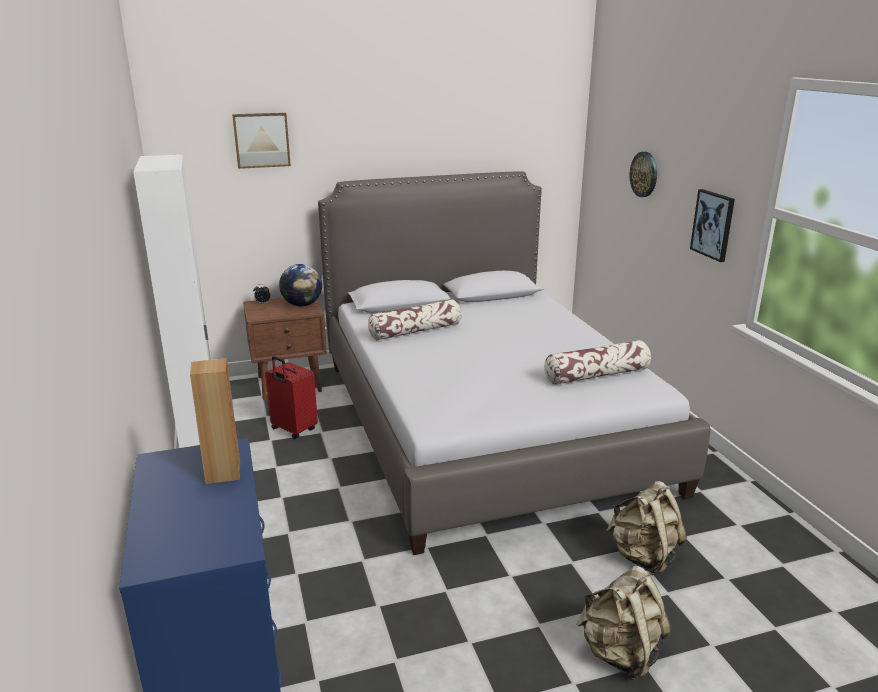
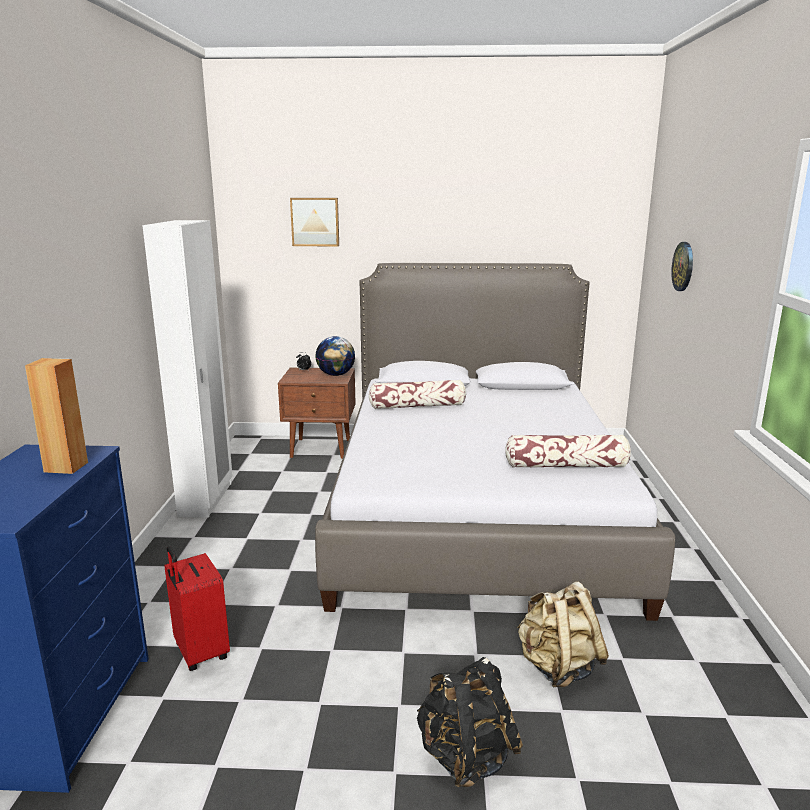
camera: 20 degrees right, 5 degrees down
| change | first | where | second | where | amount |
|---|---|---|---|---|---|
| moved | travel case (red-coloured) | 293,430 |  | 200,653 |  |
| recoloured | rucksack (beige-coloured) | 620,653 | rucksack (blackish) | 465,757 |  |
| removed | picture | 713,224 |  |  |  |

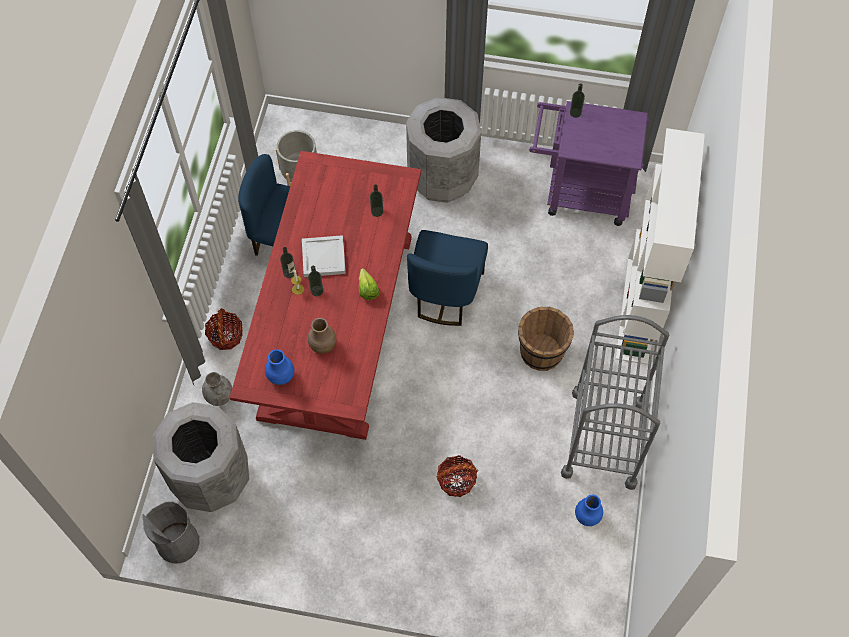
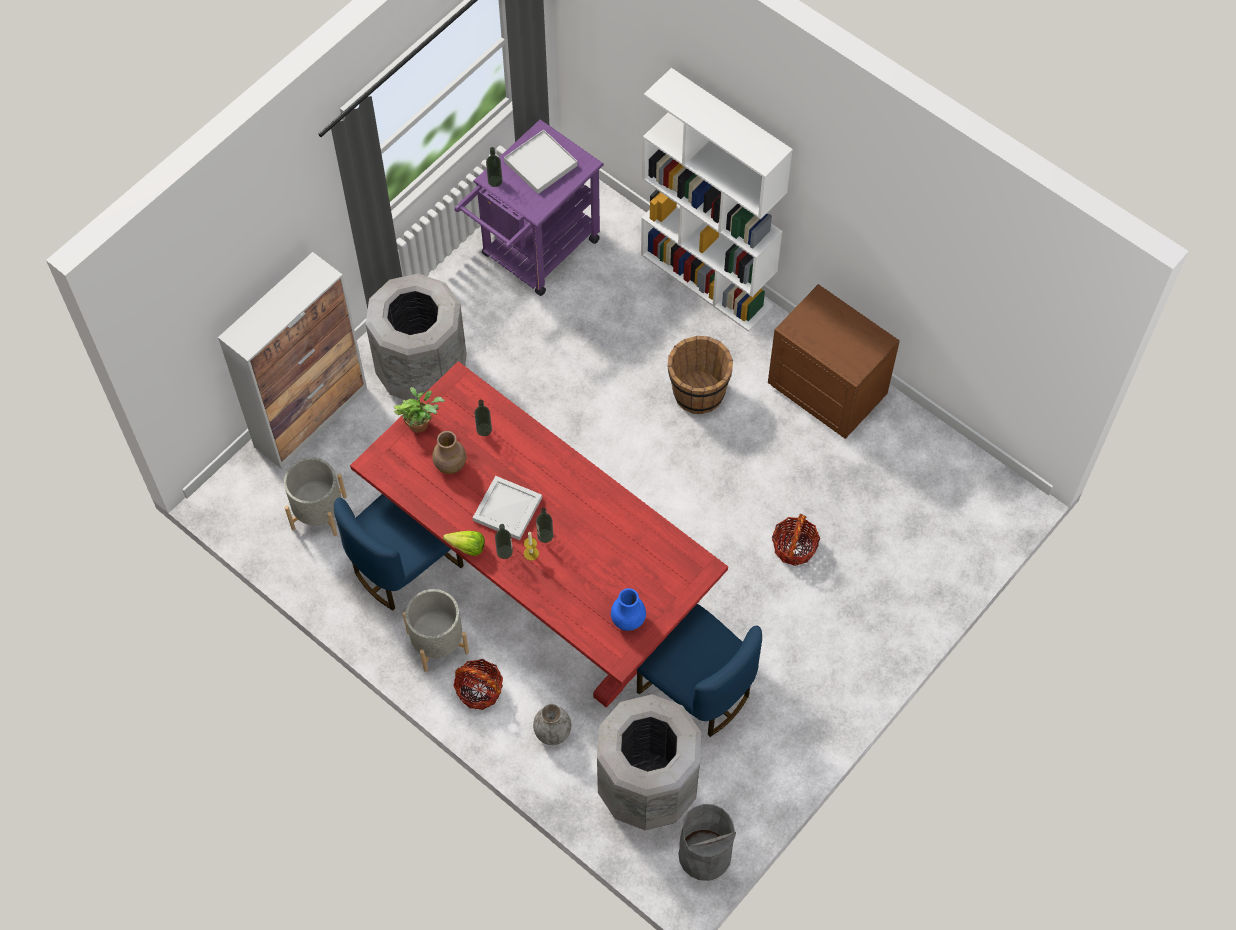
camera: 60 degrees left, 0 degrees up
| change | first | where | second | where | amount |
|---|---|---|---|---|---|
| added |  |  | cupboard | 311,416 |  |
| added |  |  | potted plant | 421,423 |  |
| added |  |  | plant pot (grey) | 437,642 |  |
| moved | vase (brown-coloured) | 322,345 |  | 450,464 |  |
| moved | head of lettuce | 367,287 |  | 464,546 |  |
| added |  |  | tray (whitish) | 540,164 |  |
| moved | chair (blue-coloured) | 445,294 |  | 697,690 |  |
| replaced | wheeled cart (grey) | 603,438 | bedside table (brown-coloured) | 828,390 |  |
| removed | vase (blue-coloured) | 587,516 |  |  |  |

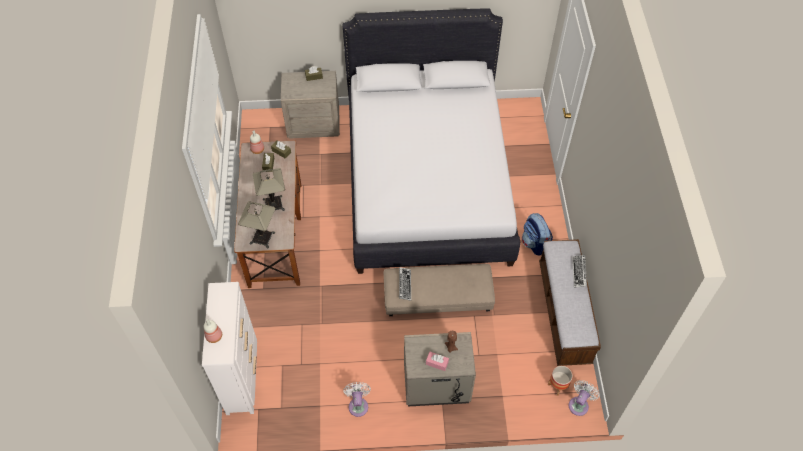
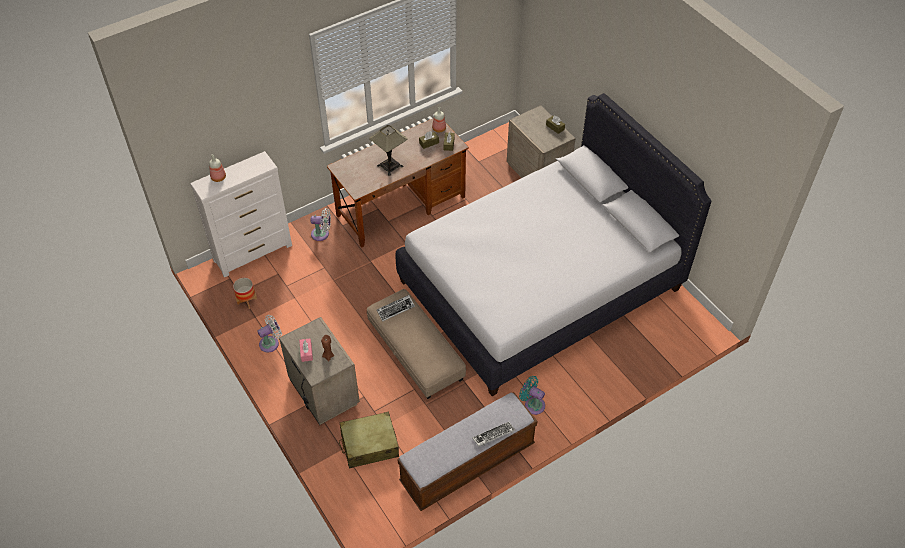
camera: 60 degrees right, 5 degrees down
| change | first | where | second | where | amount |
|---|---|---|---|---|---|
| moved | plant pot | 557,386 |  | 247,301 |  |
| moved | fan (whitish) | 579,404 |  | 322,234 |  |
| added |  |  | travel case (beige-coloured) | 369,445 |  |
| replaced | rucksack | 534,243 | fan (turquoise-coloured) | 532,404 |  |
| removed | table lamp | 262,238 |  |  |  |

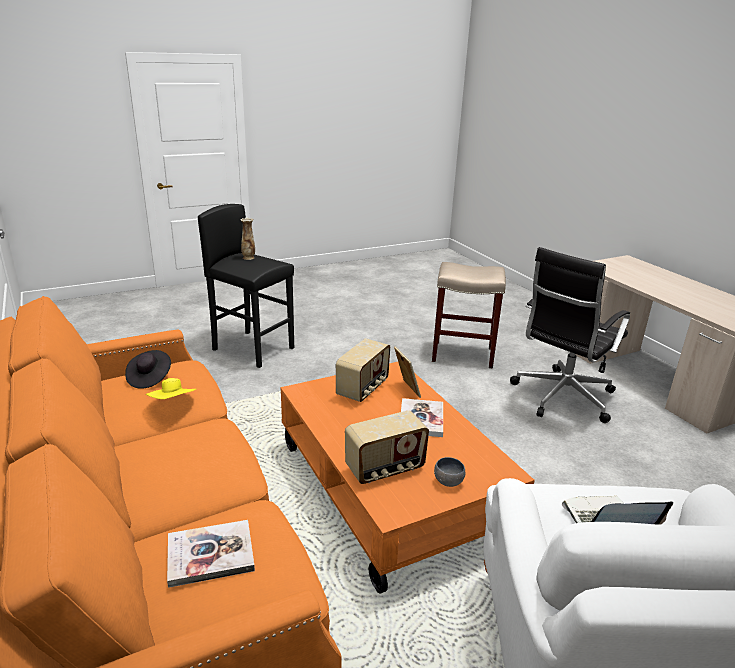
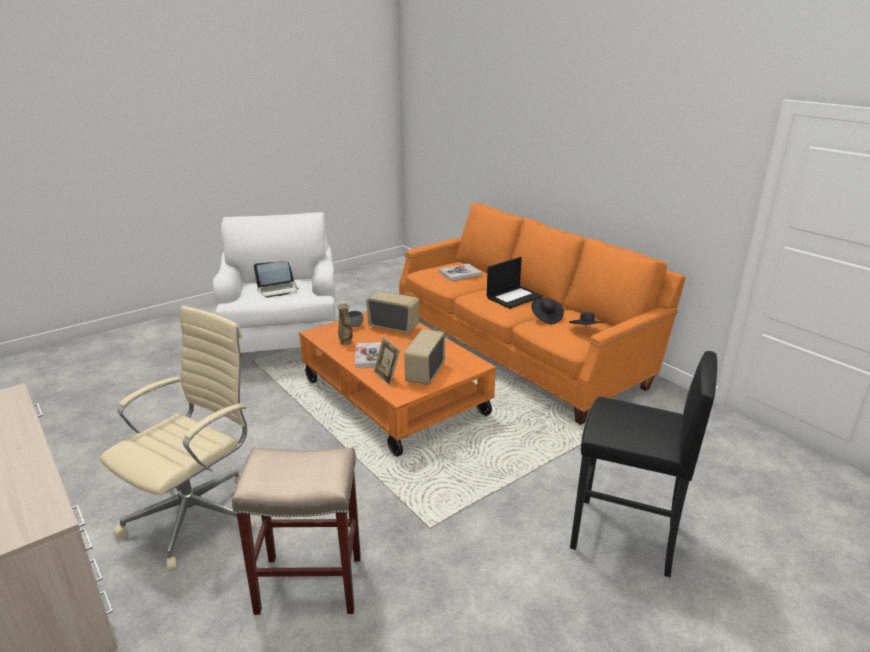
camera: 170 degrees right, 0 degrees up
| change | first | where | second | where | amount |
|---|---|---|---|---|---|
| recoloured | office chair (blackish) | 561,397 | office chair (beige-coloured) | 197,515 |  |
| moved | vase | 248,257 |  | 345,342 |  |
| turned | radio | 385,469 |  | 393,327 | 60 degrees clockwise |
| added |  |  | portable computer | 514,297 |  |
| recoloured | wearable hat (yellow) | 173,403 | wearable hat (blackish) | 546,317 |  |

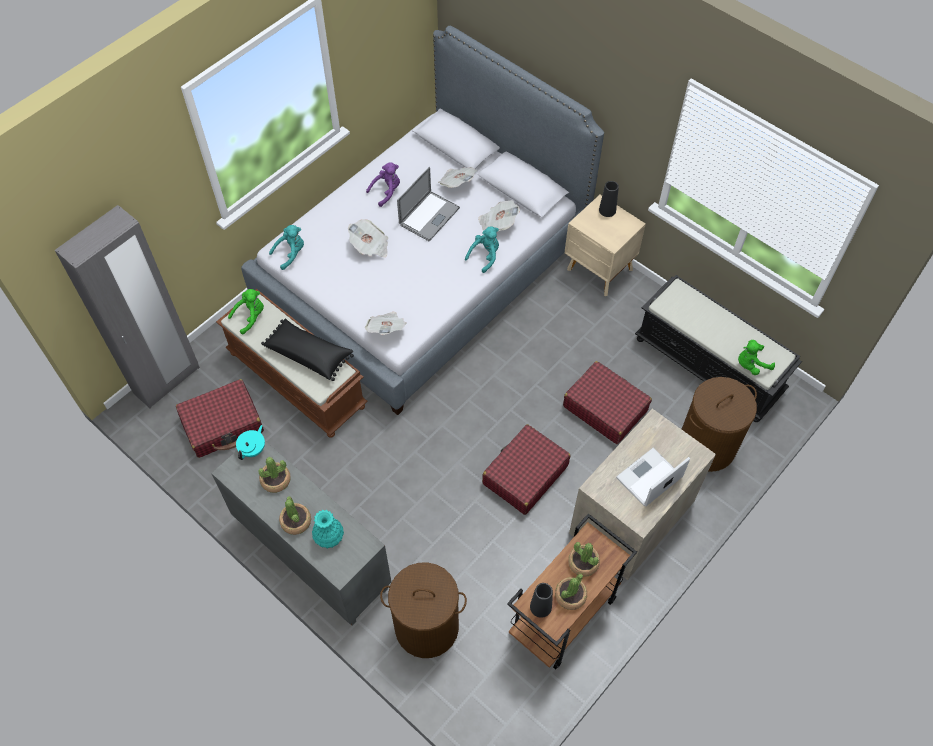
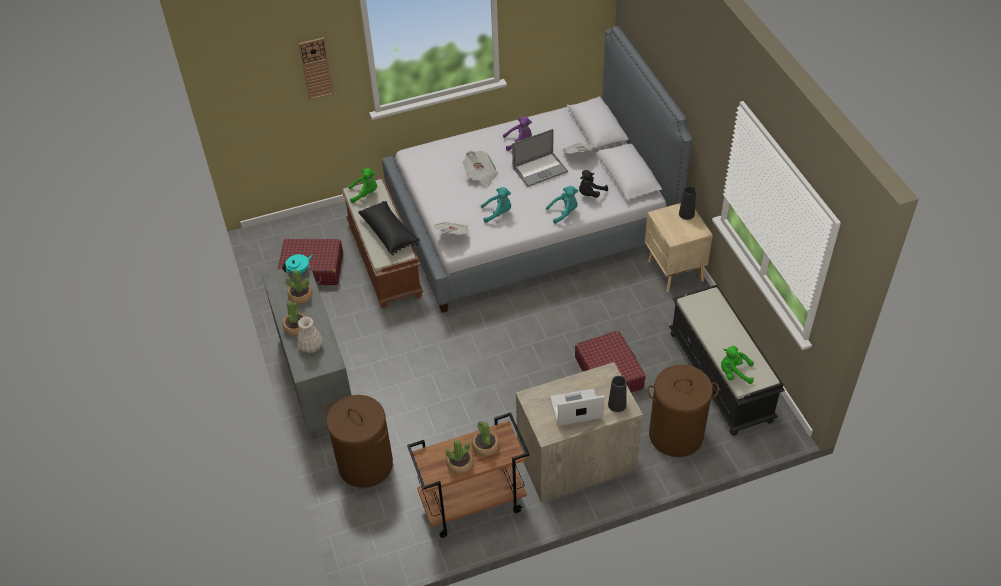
camera: 30 degrees right, 10 degrees down
| change | first | where | second | where | amount |
|---|---|---|---|---|---|
| recoloured | vase (turquoise-coloured) | 329,537 | vase (whitish) | 311,347 |  |
| added |  |  | clock on the wall | 316,68 |  |
| moved | plush toy (turquoise-coloured) | 291,254 |  | 498,213 |  |
| replaced | daily paper | 497,224 | plush toy (blackish) | 590,193 |  |
| moved | vase (blackish) | 540,606 |  | 617,404 |  |
| removed | armoire (grey) | 167,381 |  |  |  |
| removed | travel case (red-coloured) | 525,475 |  |  |  |

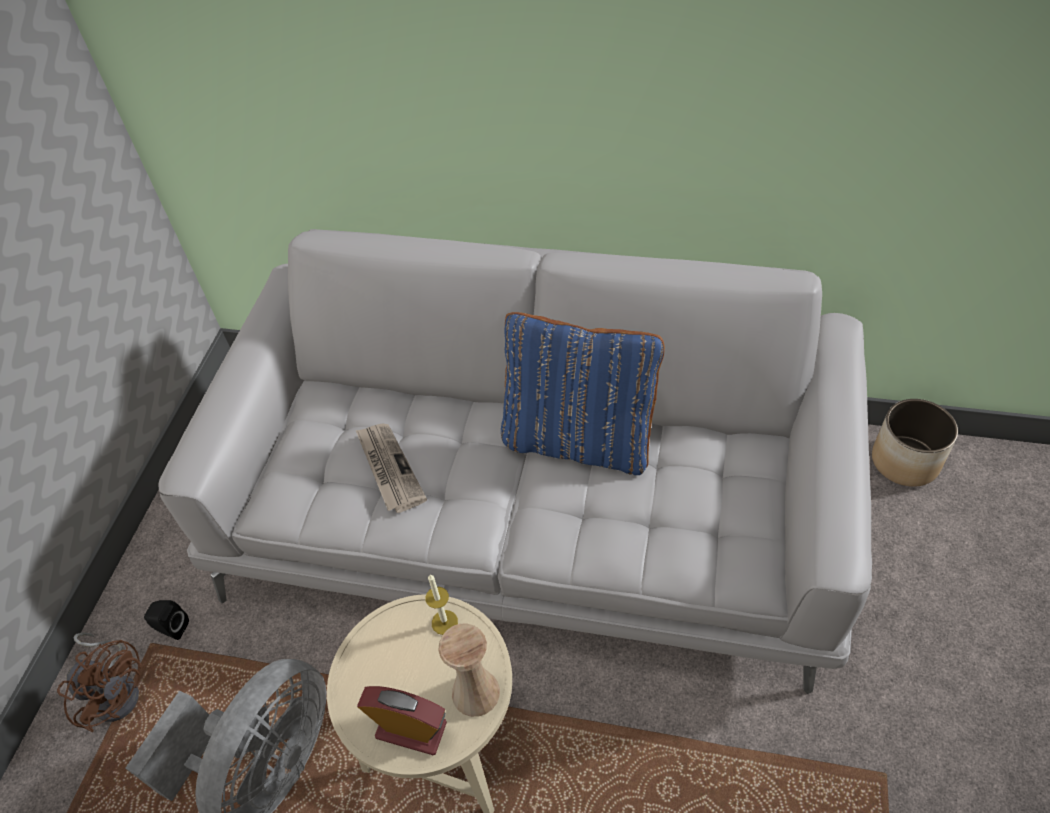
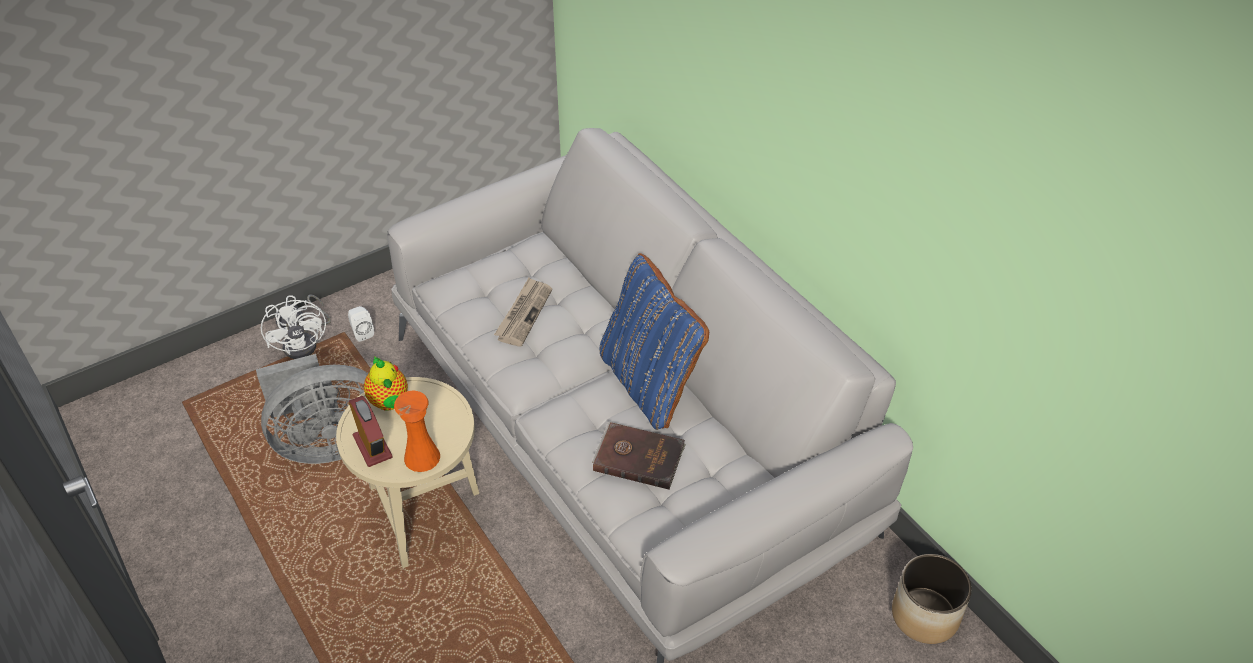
camera: 40 degrees right, 5 degrees down
| change | first | where | second | where | amount |
|---|---|---|---|---|---|
| recoloured | fan (brown-coloured) | 117,690 | fan (whitish) | 305,343 |  |
| recoloured | audio speaker (blackish) | 172,628 | audio speaker (whitish) | 362,333 |  |
| added |  |  | pot for tea | 389,403 |  |
| recoloured | vase (beige-coloured) | 475,692 | vase (orange) | 422,457 |  |
| added |  |  | book (brown-coloured) | 638,457 |  |
| removed | wax light | 444,622 |  |  |  |

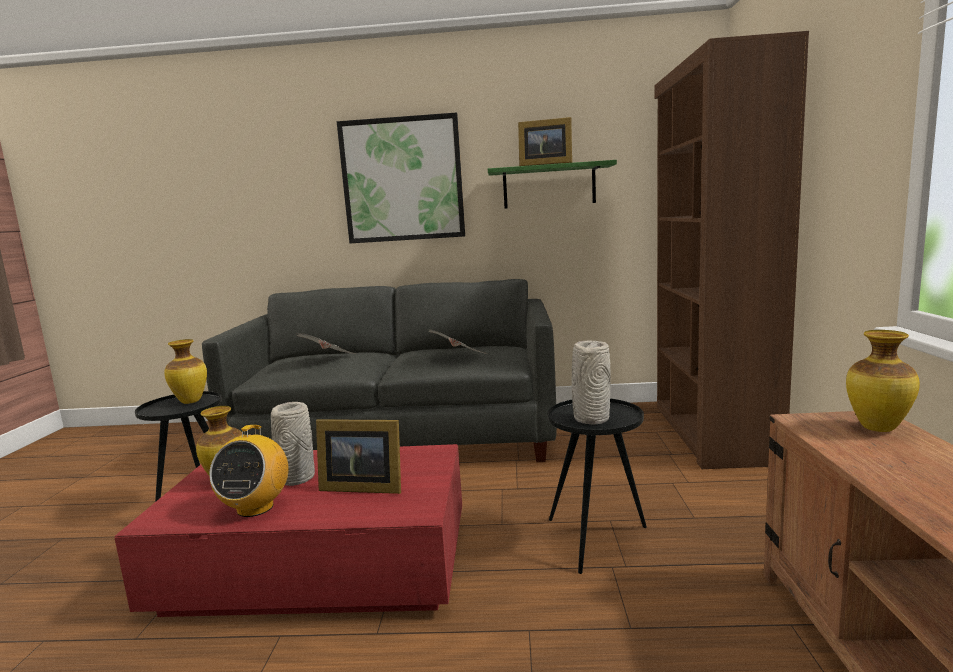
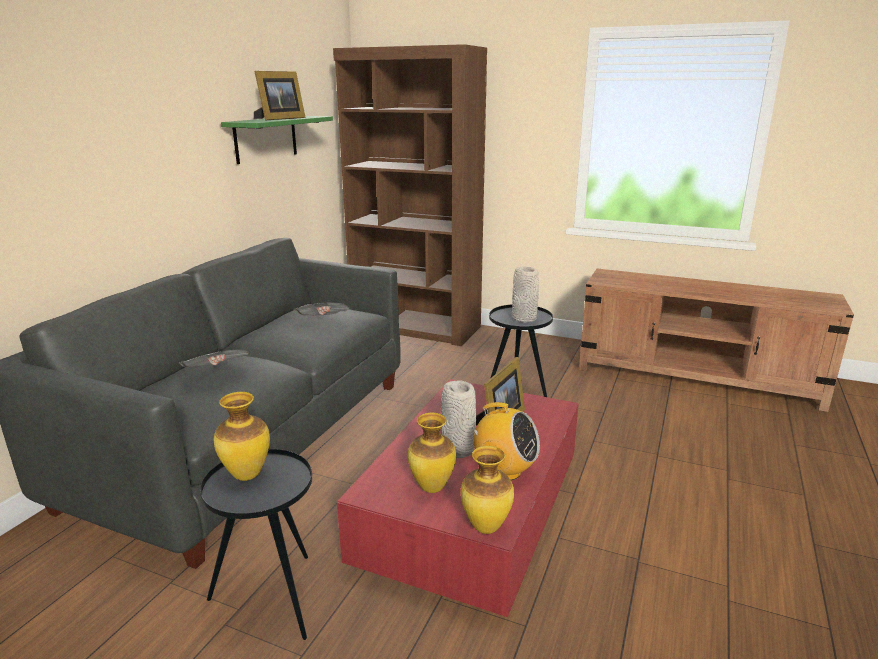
camera: 70 degrees left, 10 degrees up
| change | first | where | second | where | amount |
|---|---|---|---|---|---|
| moved | vase | 877,428 |  | 486,528 |  |
| removed | picture | 402,180 |  |  |  |

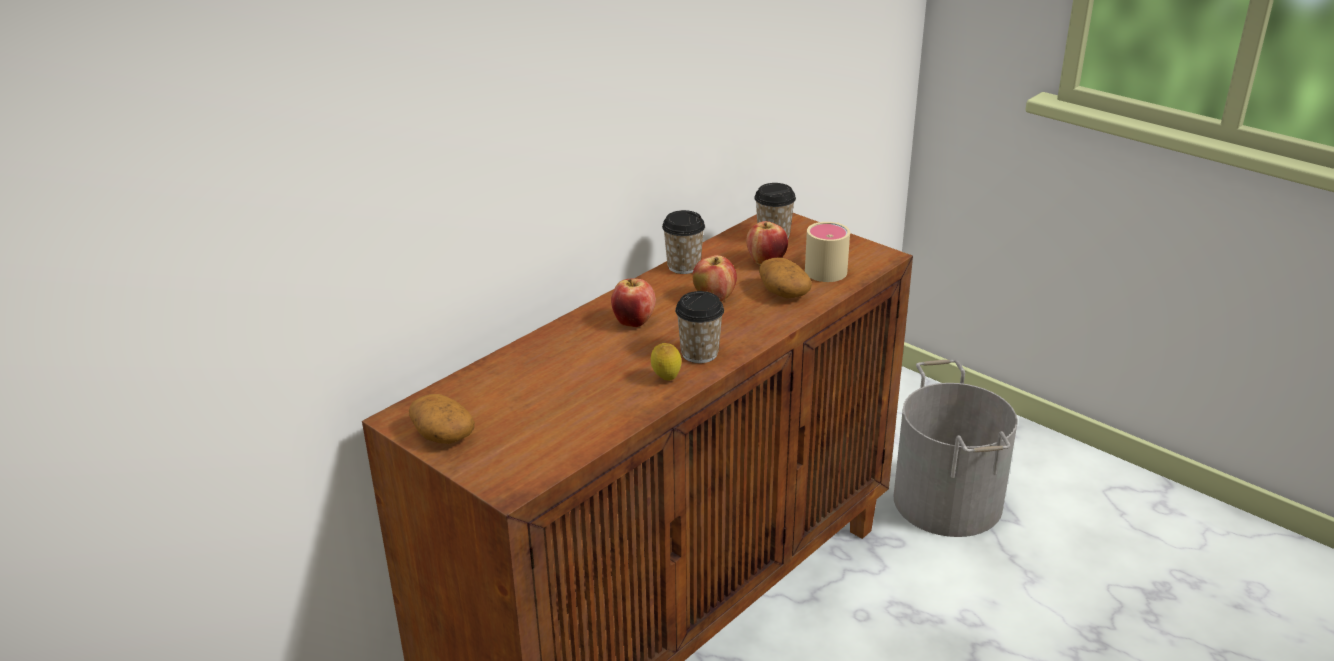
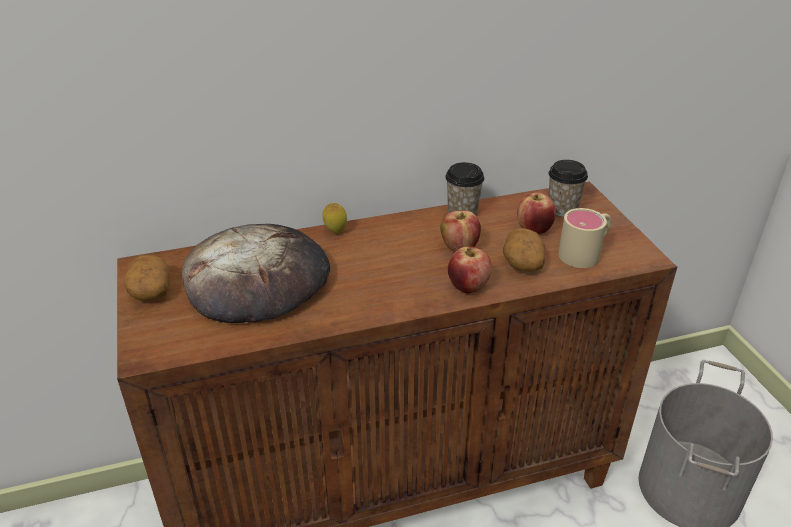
camera: 30 degrees right, 5 degrees up
| change | first | where | second | where | amount |
|---|---|---|---|---|---|
| added |  |  | bakery bread | 257,279 |  |
| moved | lemon | 666,379 |  | 335,232 |  |
| moved | apple | 634,322 |  | 468,287 |  |
| removed | small cup | 699,353 |  |  |  |

